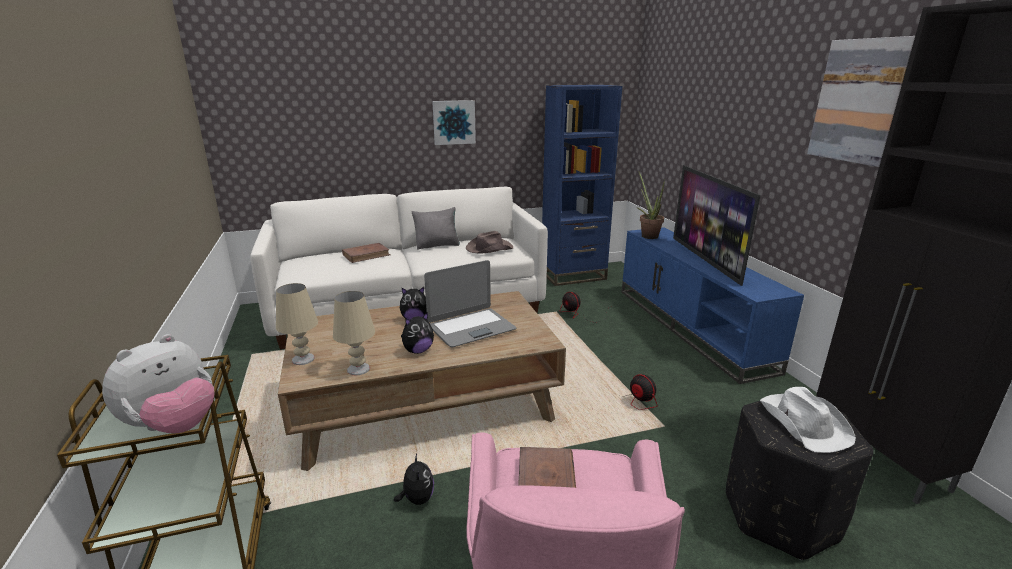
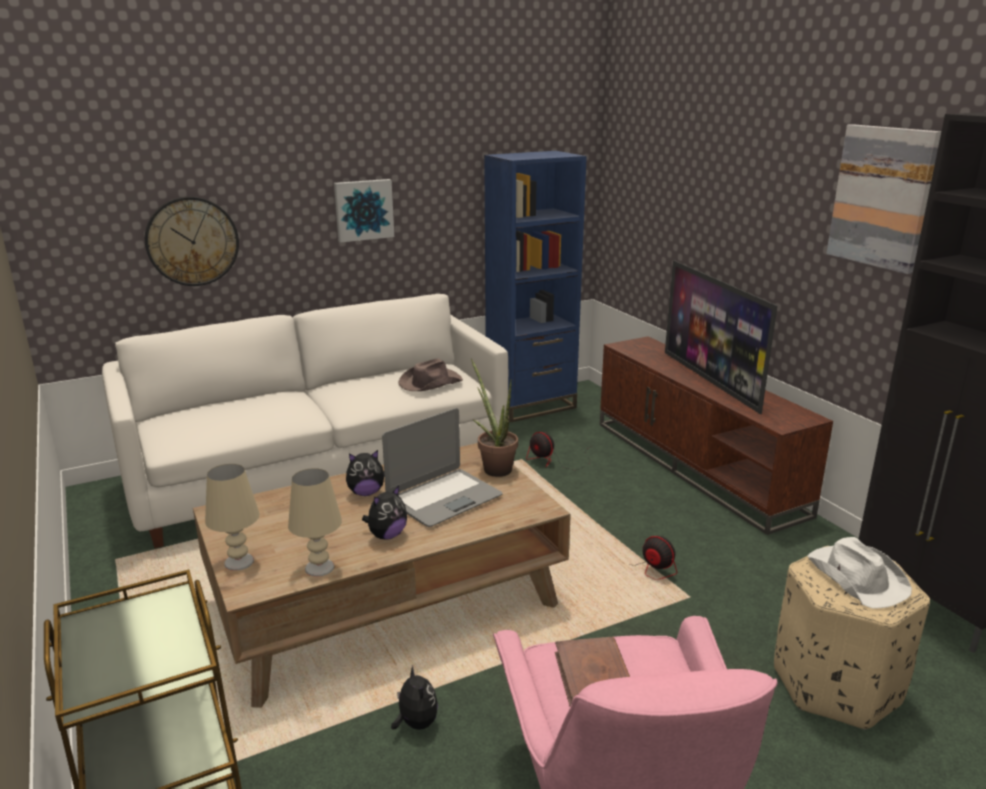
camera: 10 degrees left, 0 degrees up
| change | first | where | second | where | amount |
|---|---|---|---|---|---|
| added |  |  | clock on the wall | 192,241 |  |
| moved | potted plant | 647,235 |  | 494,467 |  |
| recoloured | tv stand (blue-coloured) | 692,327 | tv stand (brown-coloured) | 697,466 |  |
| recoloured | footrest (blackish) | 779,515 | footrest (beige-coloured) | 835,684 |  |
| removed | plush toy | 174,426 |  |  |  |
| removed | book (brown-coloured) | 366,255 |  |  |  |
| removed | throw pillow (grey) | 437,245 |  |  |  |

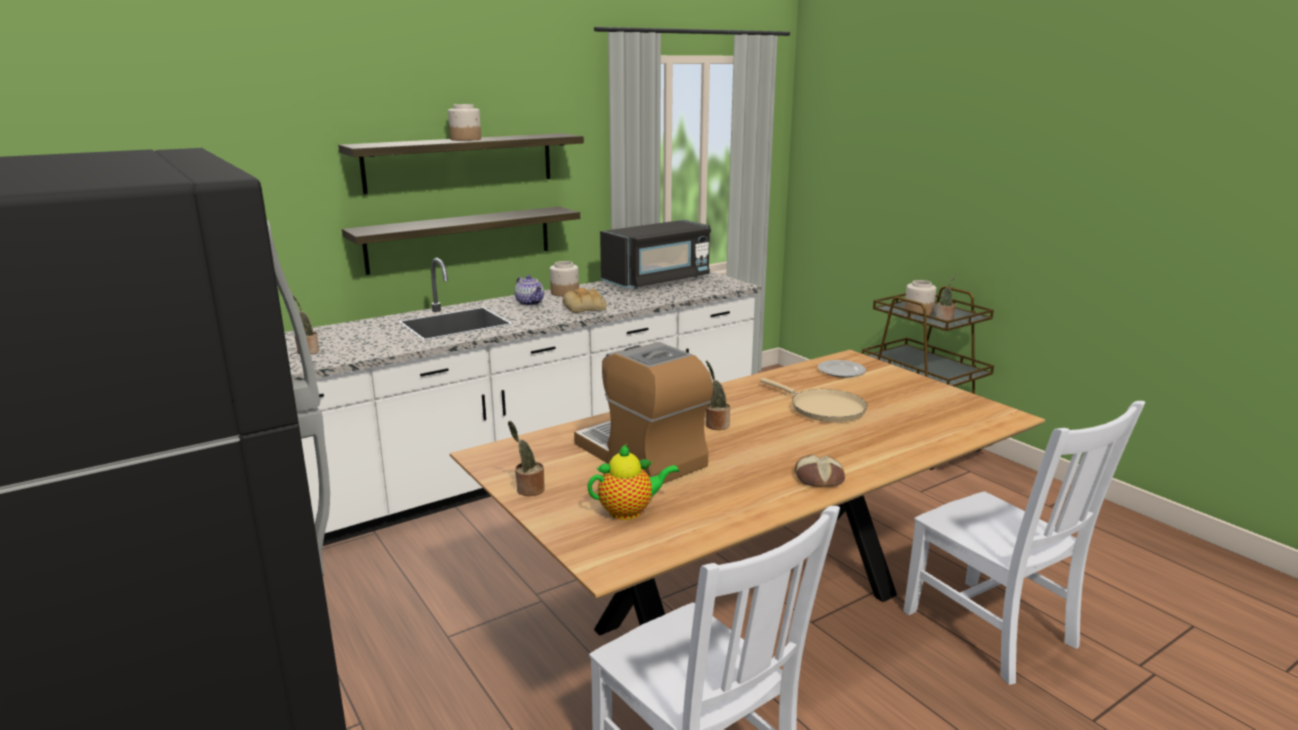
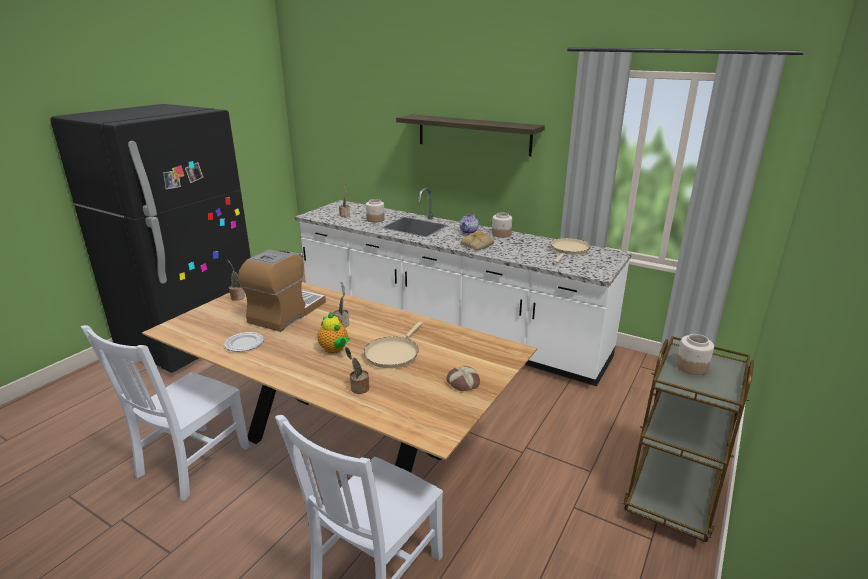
camera: 65 degrees right, 5 degrees up
| change | first | where | second | where | amount |
|---|---|---|---|---|---|
| moved | dinner plate | 841,371 |  | 244,344 |  |
| moved | pot for tea | 629,511 |  | 334,350 |  |
| moved | potted plant | 945,318 |  | 358,389 |  |
| moved | preserve jar | 466,139 |  | 375,219 |  |
| moved | bakery bread | 819,479 |  | 462,382 |  |
| replaced | kitchen microwave (blackish) | 657,281 | skillet (beige-coloured) | 569,250 |  |
| removed | wall shelf | 460,239 |  |  |  |

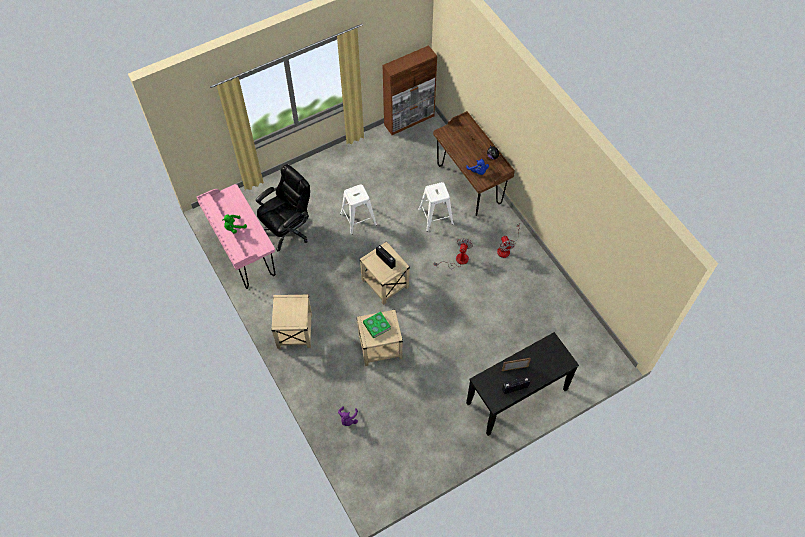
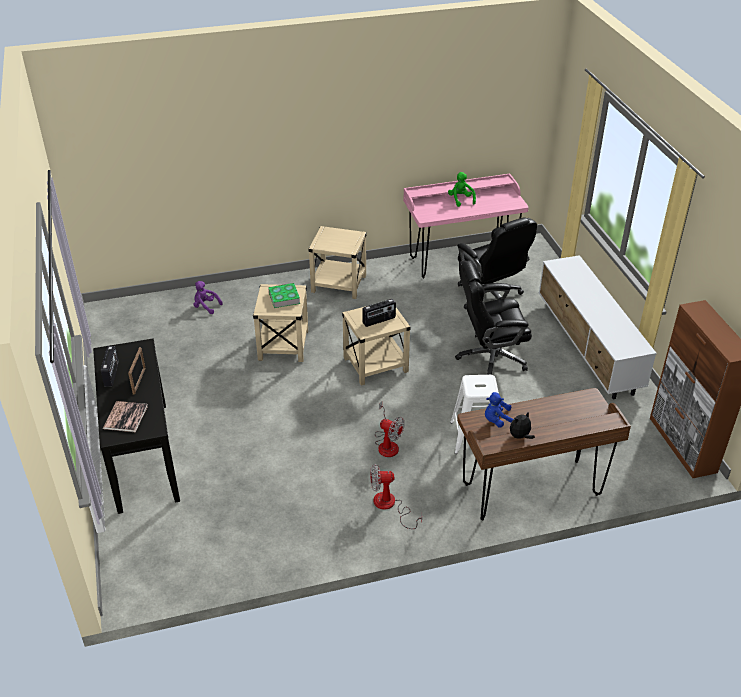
camera: 105 degrees right, 20 degrees down
| change | first | where | second | where | amount |
|---|---|---|---|---|---|
| added |  |  | book | 125,417 |  |
| replaced | sitting stool (whitish) | 358,219 | office chair (blackish) | 490,358 |  |
| added |  |  | tv stand (whitish) | 587,347 |  |

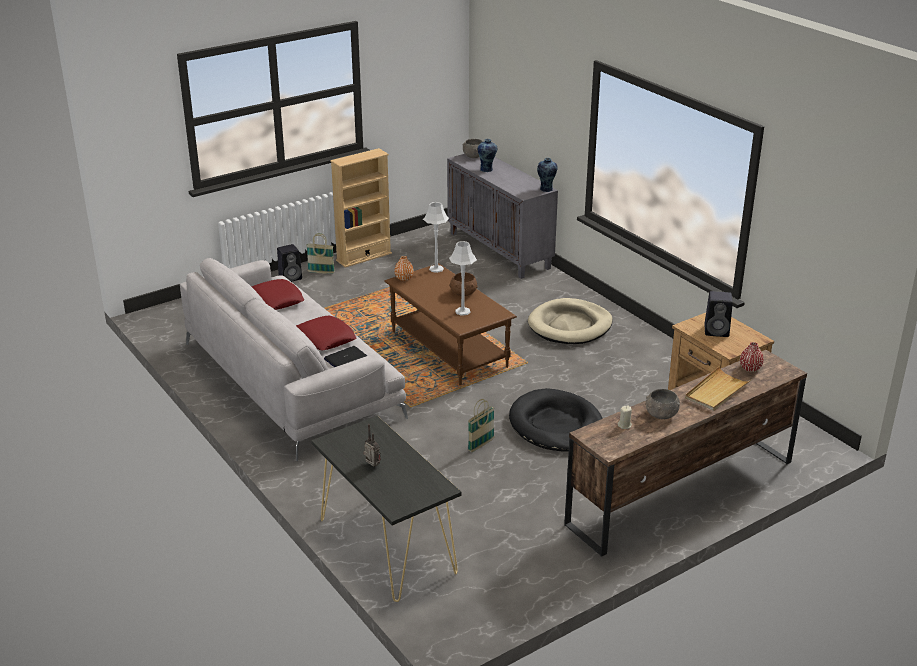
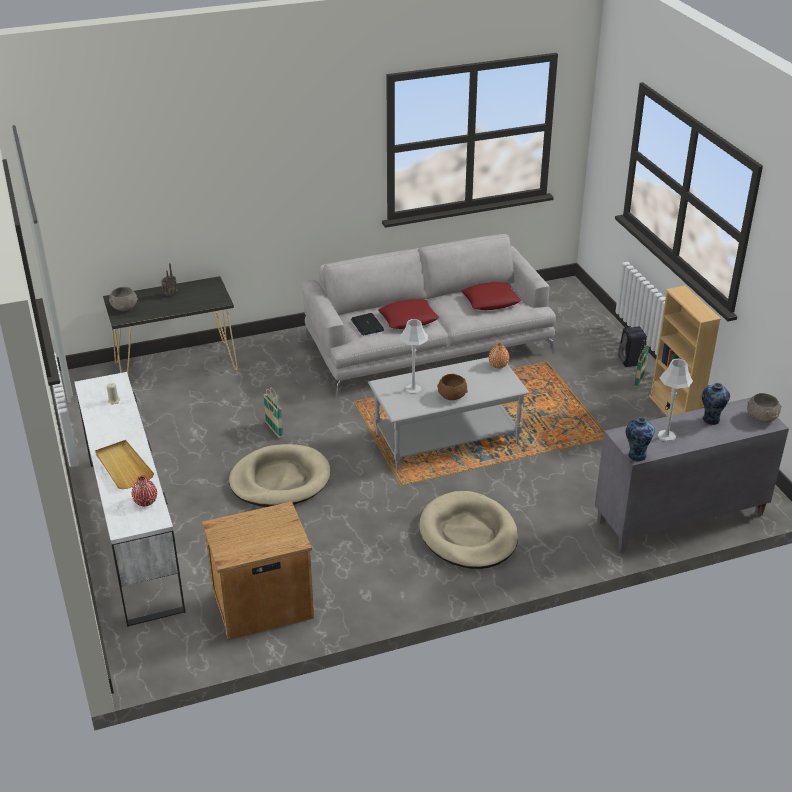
camera: 105 degrees right, 5 degrees up
| change | first | where | second | where | amount |
|---|---|---|---|---|---|
| recoloured | tv stand (brown-coloured) | 680,492 | tv stand (whitish) | 134,531 |  |
| moved | deep dish (grey) | 661,414 |  | 124,307 |  |
| recoloured | dog bed (blackish) | 556,425 | dog bed (beige-coloured) | 280,480 |  |
| recoloured | low table (brown-coloured) | 448,350 | low table (grey) | 447,438 |  |
| moved | table lamp (grey) | 436,269 |  | 666,436 |  |
| removed | audio speaker (blackish) | 717,331 |  |  |  |

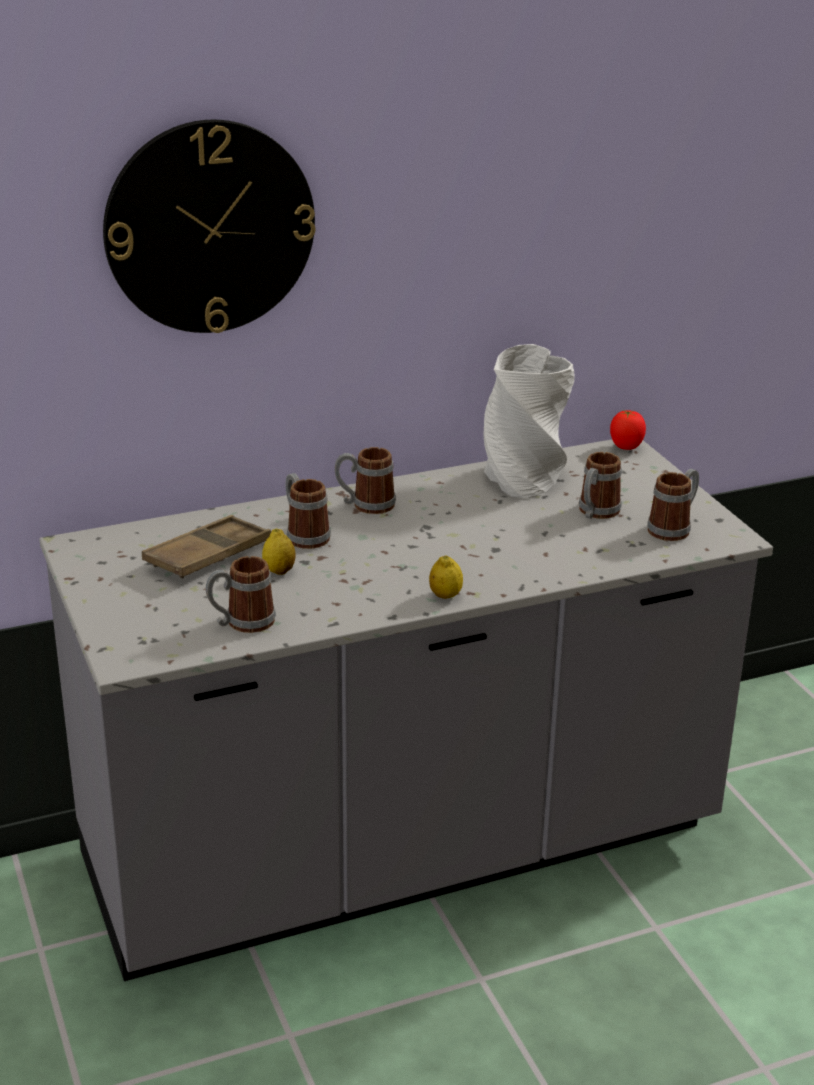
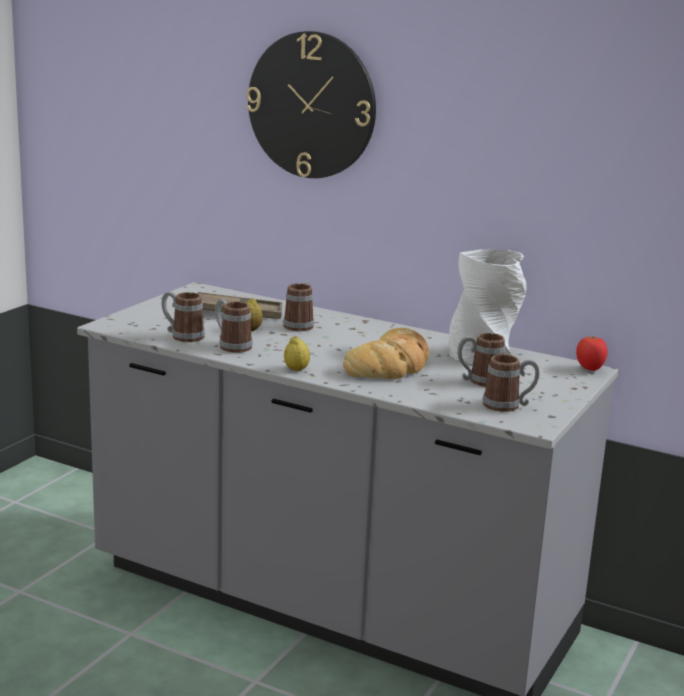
camera: 50 degrees right, 10 degrees down
| change | first | where | second | where | amount |
|---|---|---|---|---|---|
| moved | mug | 365,505 |  | 231,345 |  |
| added |  |  | bakery bread | 391,365 |  |

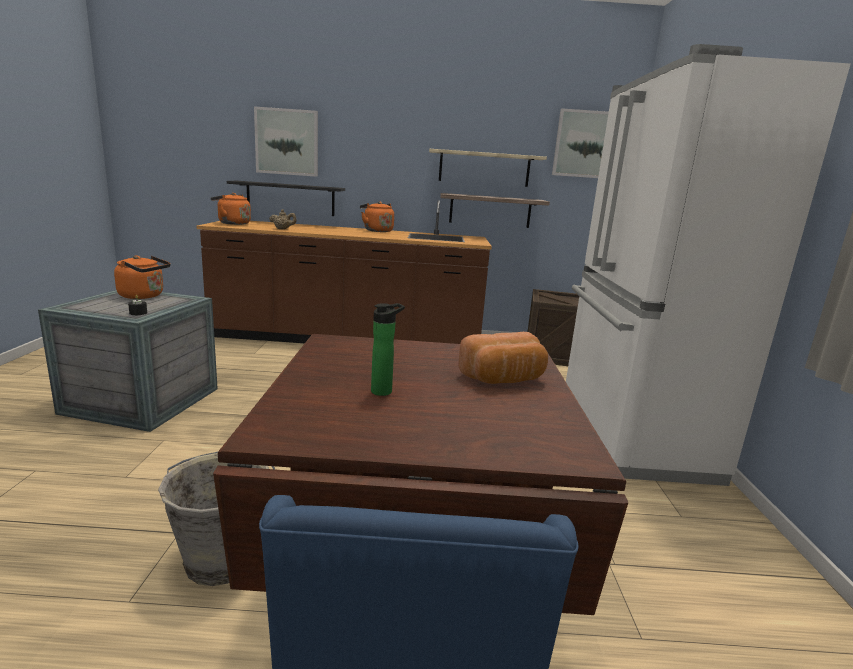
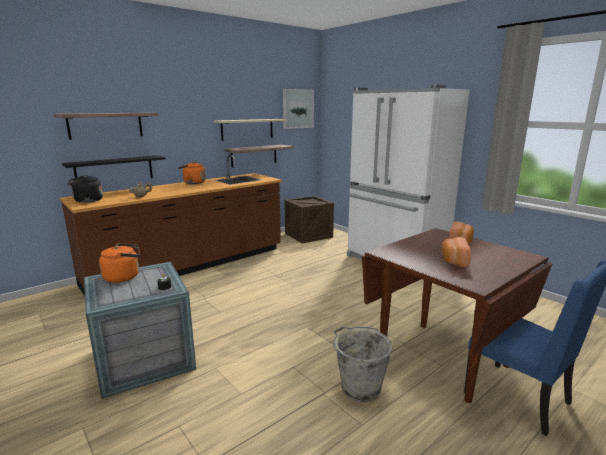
camera: 40 degrees left, 0 degrees up
| change | first | where | second | where | amount |
|---|---|---|---|---|---|
| replaced | picture | 287,142 | wall shelf | 105,125 |  |
| recoloured | water kettle (orange) | 232,223 | water kettle (blackish) | 86,201 |  |
| replaced | drink bottle | 384,391 | bakery bread | 453,260 |  |

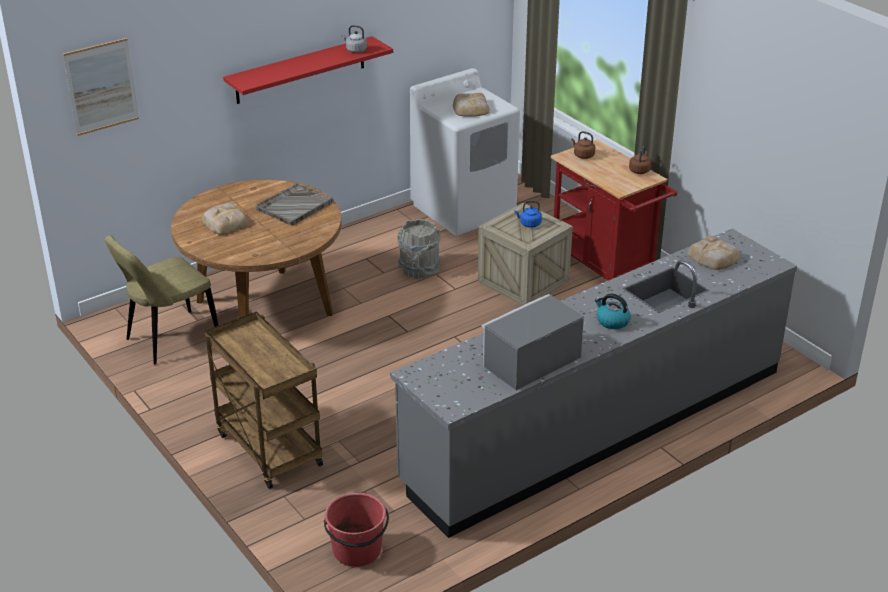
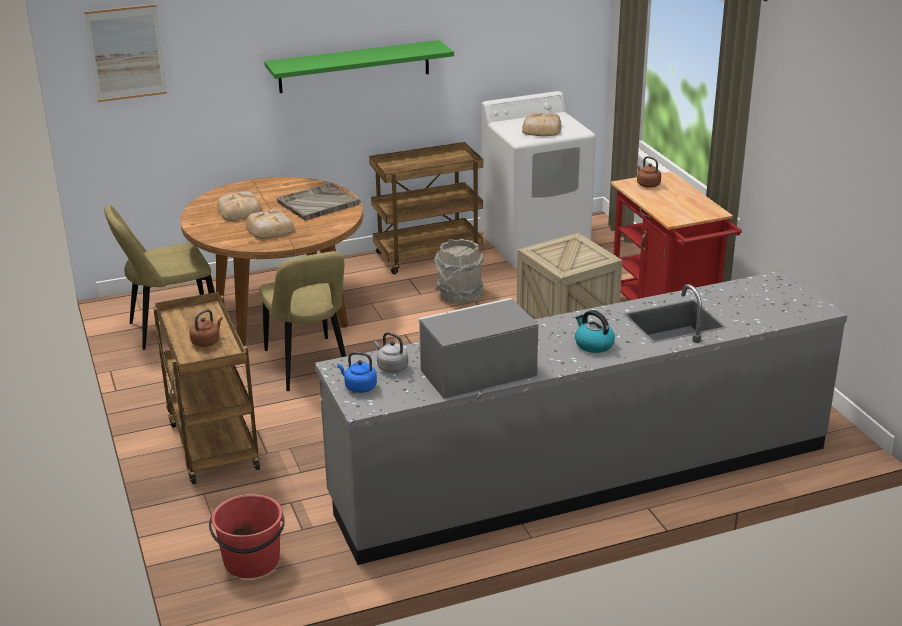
camera: 15 degrees right, 5 degrees down
| change | first | where | second | where | amount |
|---|---|---|---|---|---|
| moved | water kettle (brown-coloured) | 639,170 |  | 207,341 |  |
| moved | bakery bread | 713,257 |  | 270,229 |  |
| added |  |  | chair (beige-coloured) | 308,366 |  |
| recoloured | wall shelf (red-coloured) | 300,70 | wall shelf (greenish) | 354,66 |  |
| moved | water kettle (blue-coloured) | 529,224 |  | 359,387 |  |
| added |  |  | wheeled cart (brown-coloured) | 428,255 |  |
| moved | water kettle (grey) | 355,50 |  | 391,367 |  |

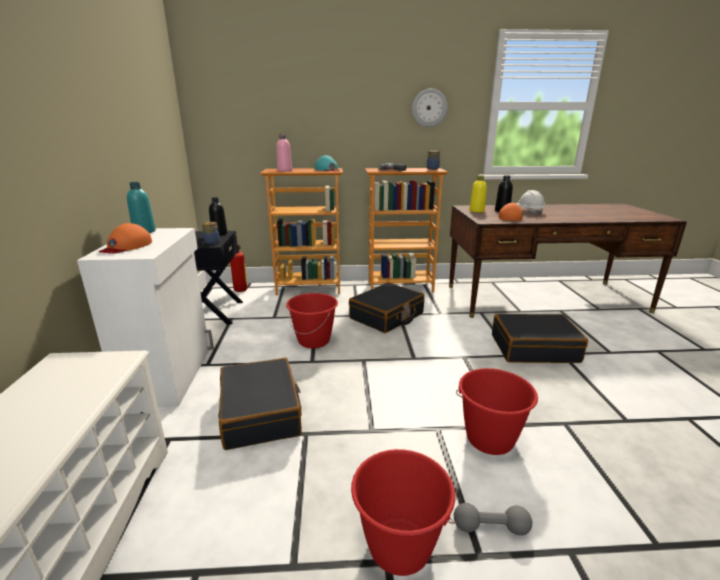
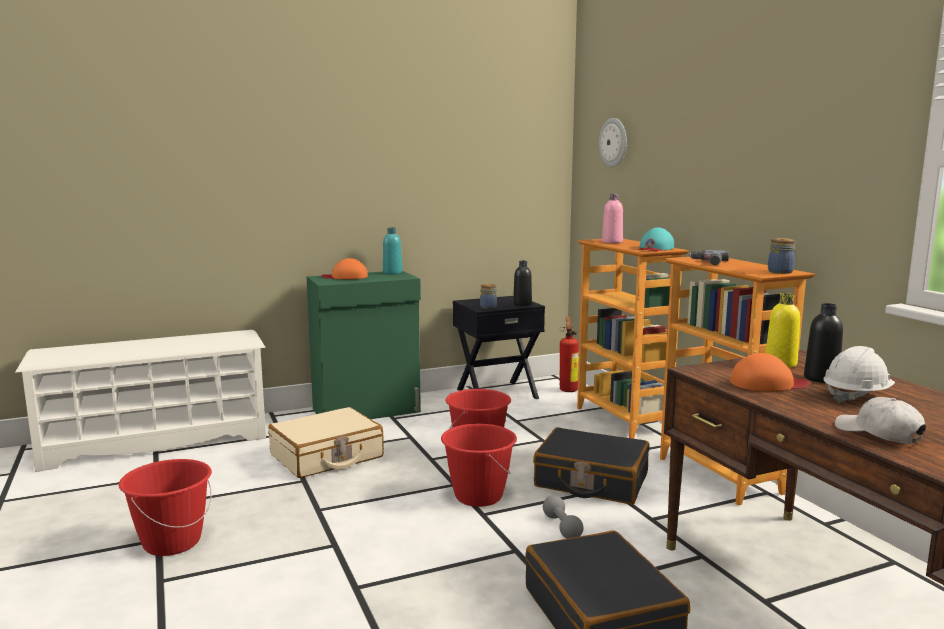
camera: 70 degrees right, 10 degrees down
| change | first | where | second | where | amount |
|---|---|---|---|---|---|
| recoloured | travel case (blackish) | 261,413 | travel case (beige-coloured) | 327,456 |  |
| recoloured | cupboard (whitish) | 171,375 | cupboard (greenish) | 367,411 |  |
| moved | pail (red-coloured) | 489,439 |  | 478,496 |  |
| moved | hand weight (grey) | 490,528 |  | 562,527 |  |
| moved | clock on the wall | 429,108 |  | 614,142 |  |
| added |  |  | cap (whitish) | 879,433 |  |

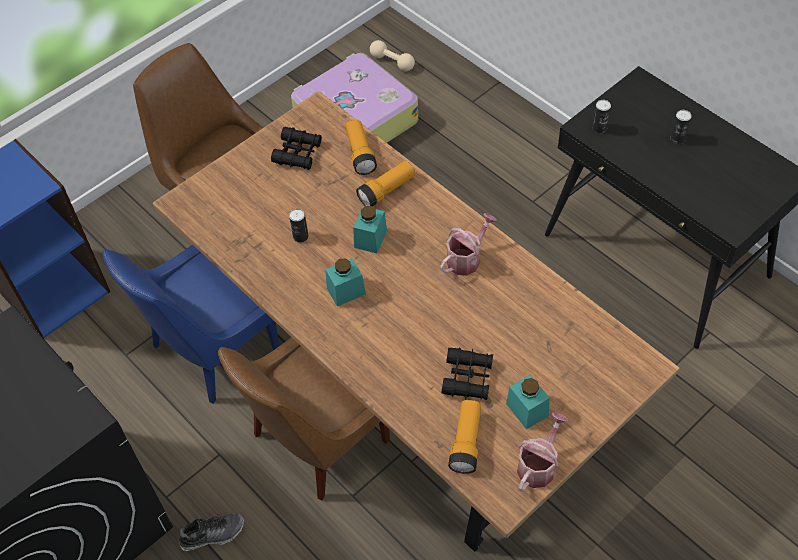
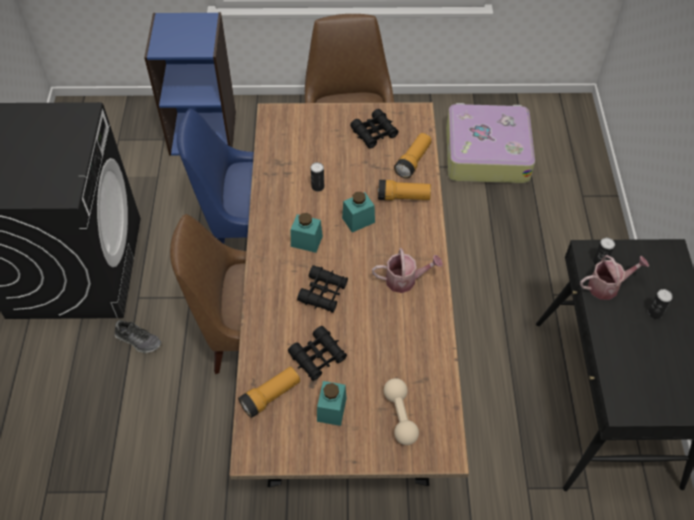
camera: 40 degrees right, 0 degrees up
| change | first | where | second | where | amount |
|---|---|---|---|---|---|
| added |  |  | binoculars (blackish) | 323,293 |  |
| moved | hand weight (beige-coloured) | 392,62 |  | 400,416 |  |
| moved | watering can | 538,465 |  | 607,286 |  |

